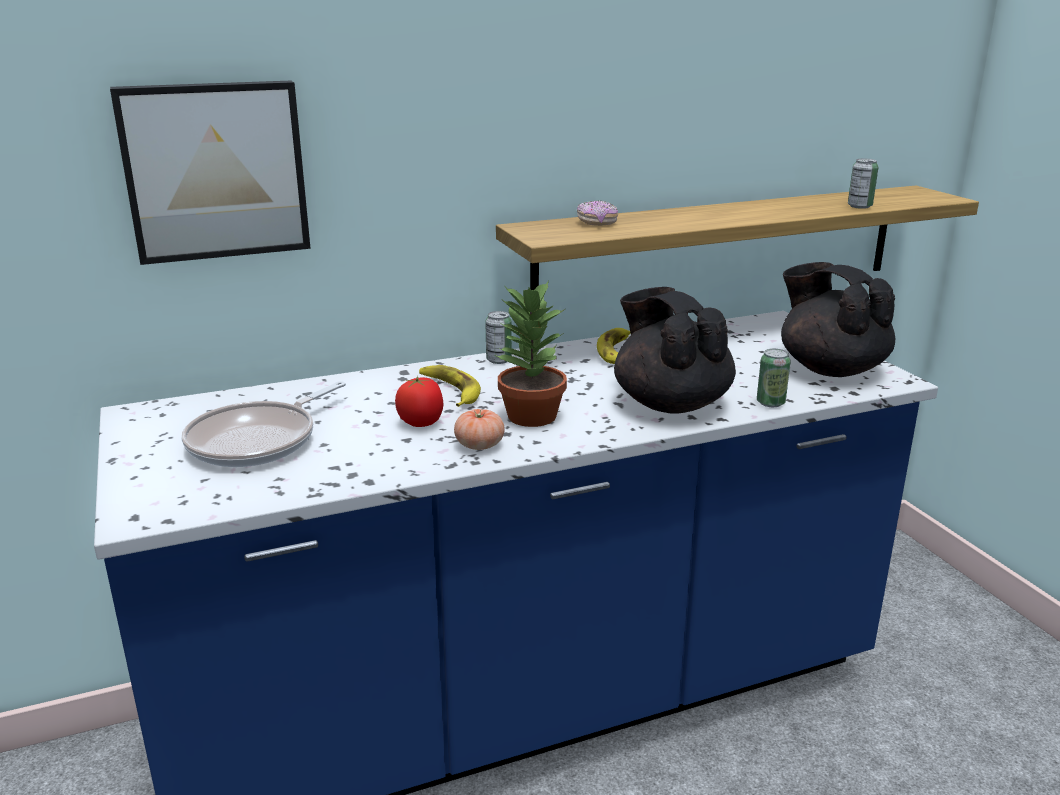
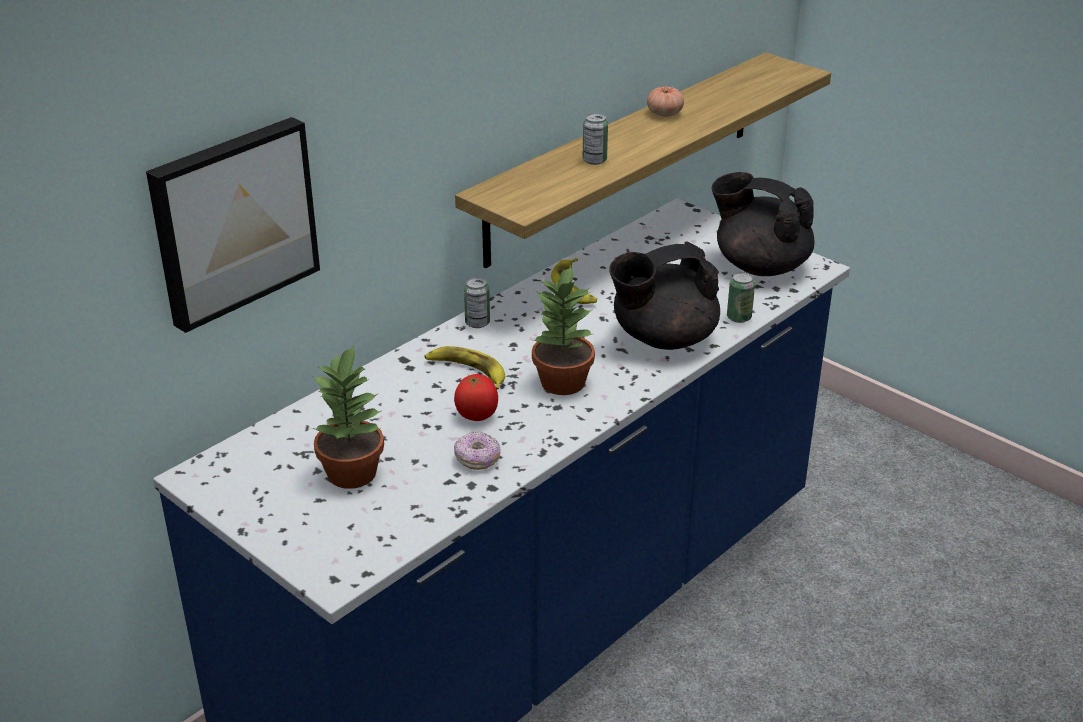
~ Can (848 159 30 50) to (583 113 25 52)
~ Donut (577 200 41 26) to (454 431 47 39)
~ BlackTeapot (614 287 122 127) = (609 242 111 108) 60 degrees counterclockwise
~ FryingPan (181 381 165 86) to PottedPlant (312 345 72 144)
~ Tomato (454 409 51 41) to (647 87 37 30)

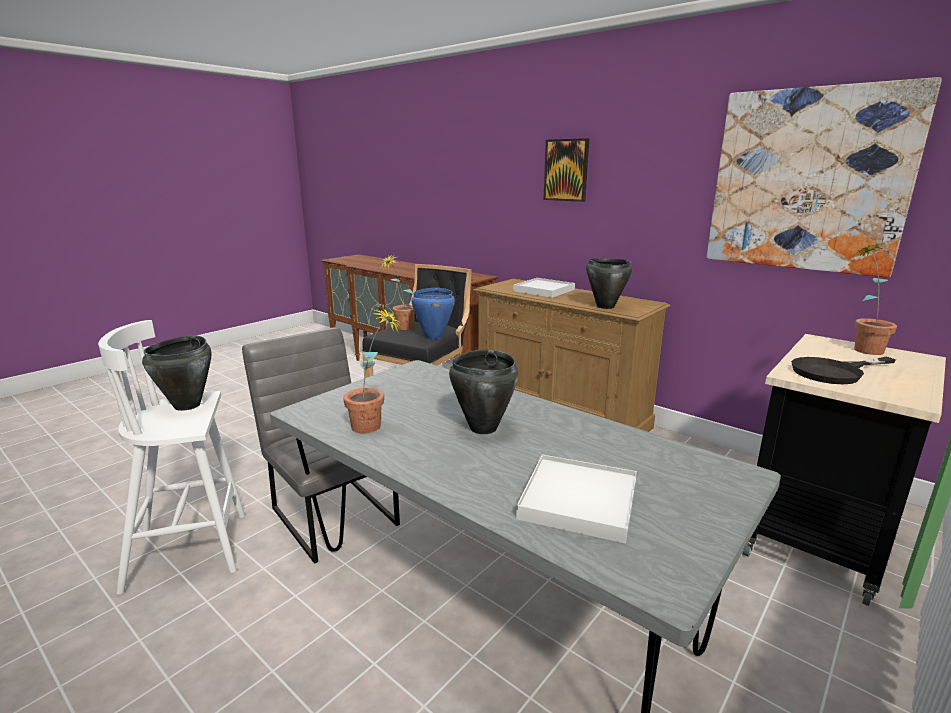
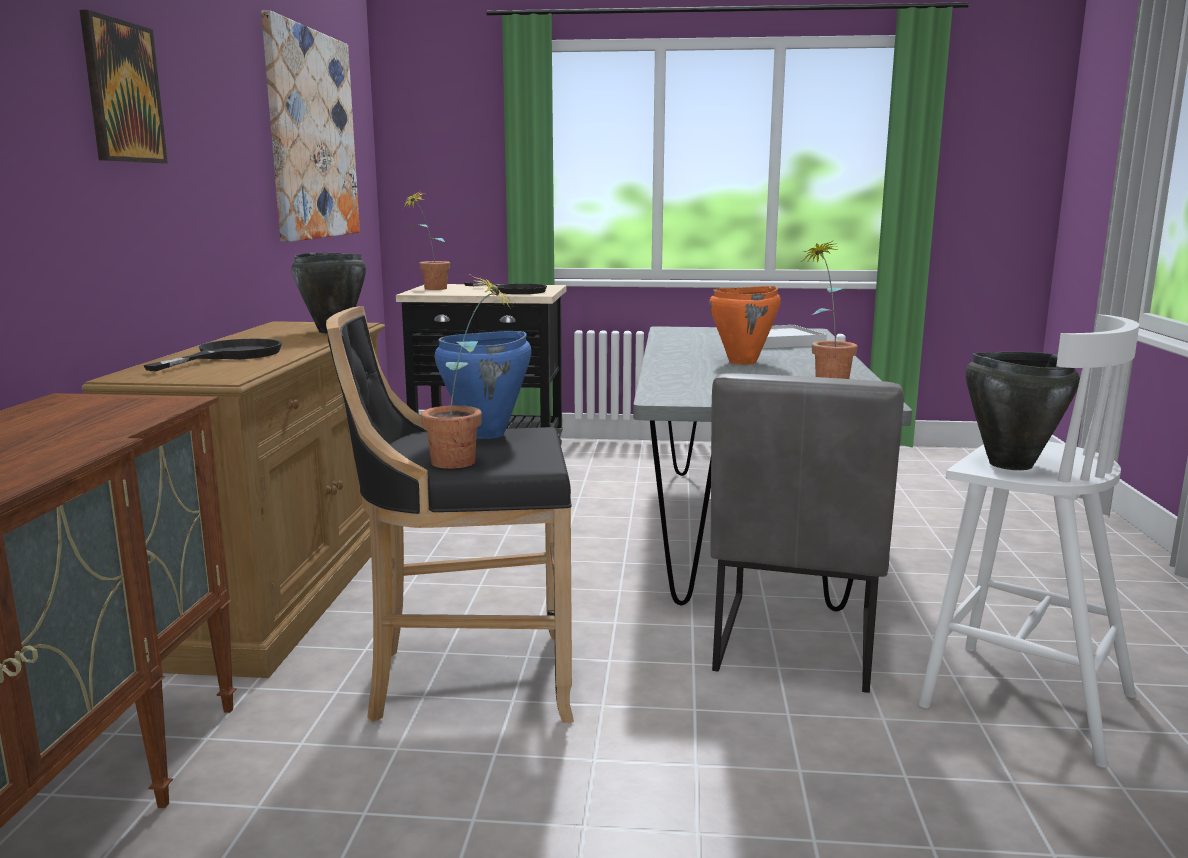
~ WhiteTray (513 278 62 20) to BlackFryingPan (143 339 139 32)
~ BlackCookingPot (449 350 70 84) to OrangeCookingPot (709 286 72 79)

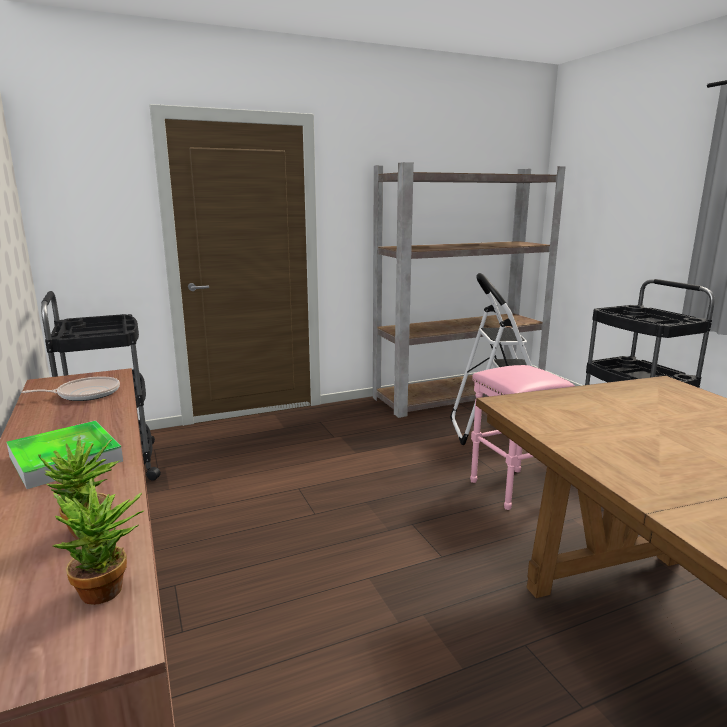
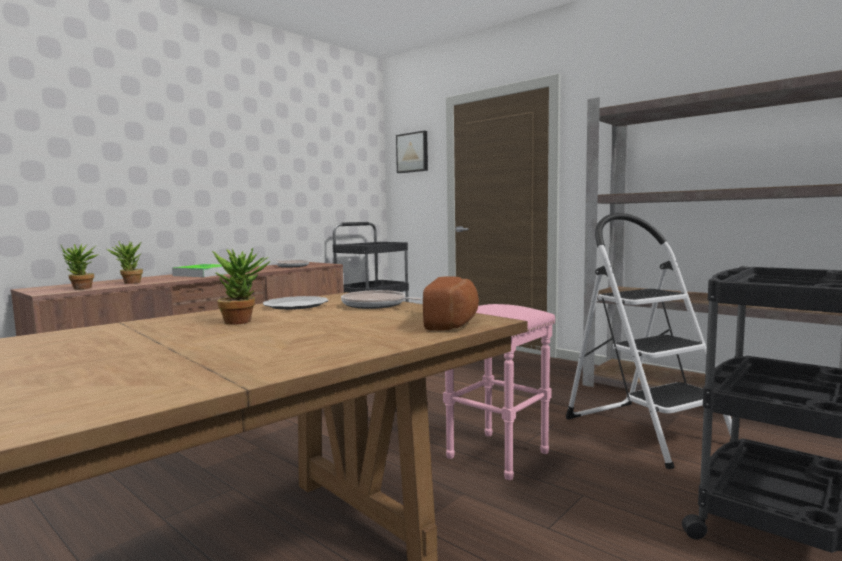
+ Picture (396 131 32 42)
+ PottedPlant (212 248 58 77)
+ Bread (423 276 56 55)
+ FryingPan (341 290 80 19)
+ Plate (263 296 66 14)

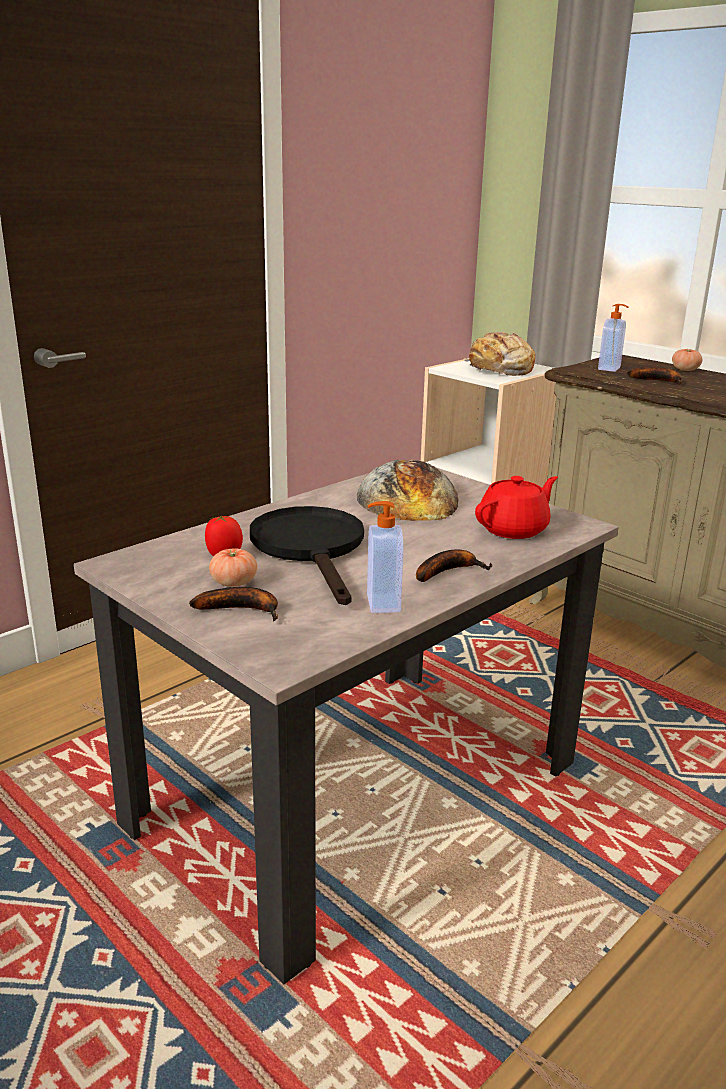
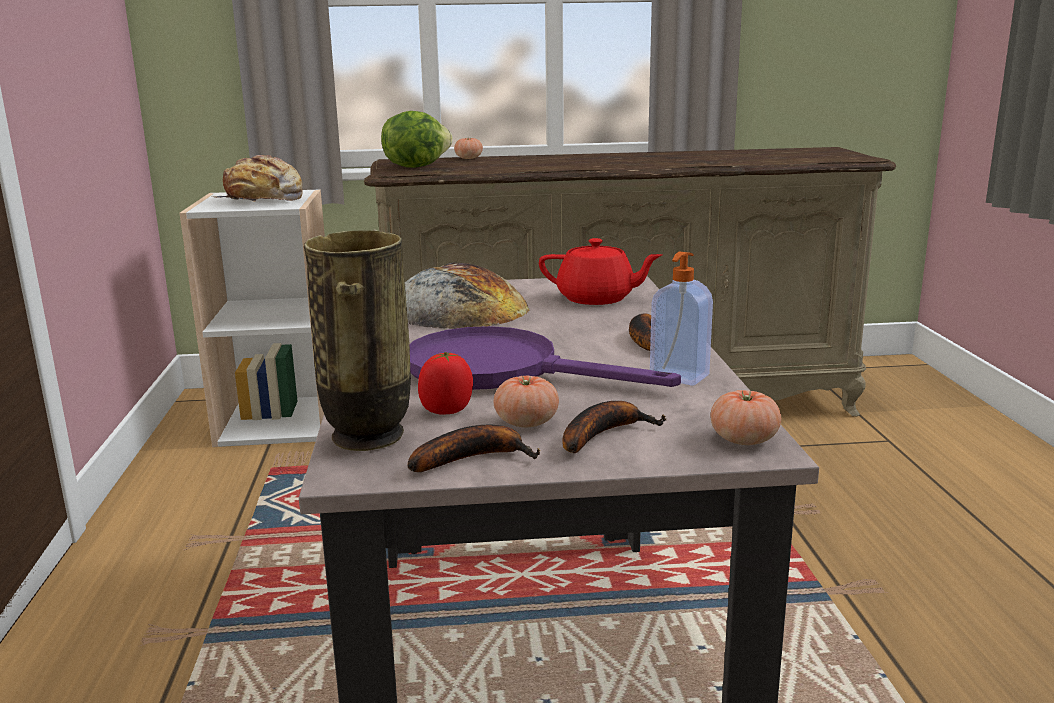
~ SoapDispenser (598 304 30 68) to Lettuce (381 111 72 57)
~ Banana (627 367 55 18) to (408 425 132 47)
~ RedTeapot (475 476 83 63) = (539 238 123 67) 105 degrees clockwise
~ BlackFryingPan (250 506 114 99) to PurpleFryingPan (410 326 271 64)
+ Vase (304 229 107 222)
+ Tomato (711 390 70 55)

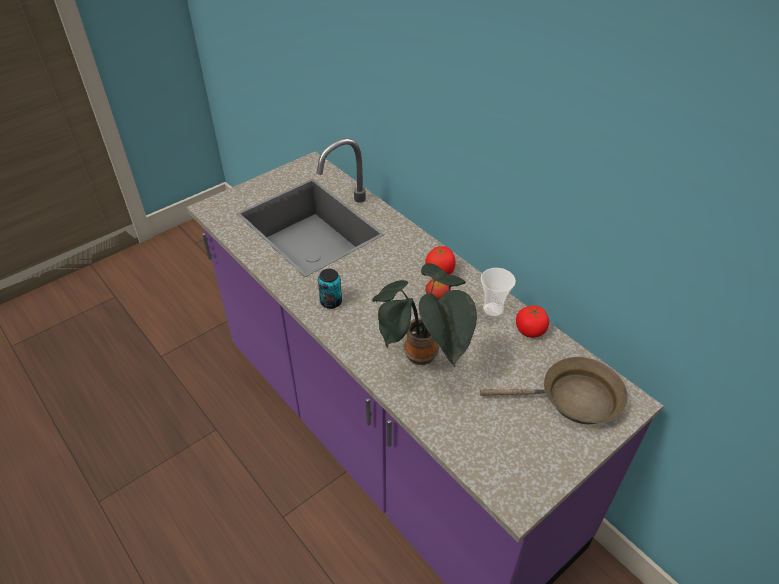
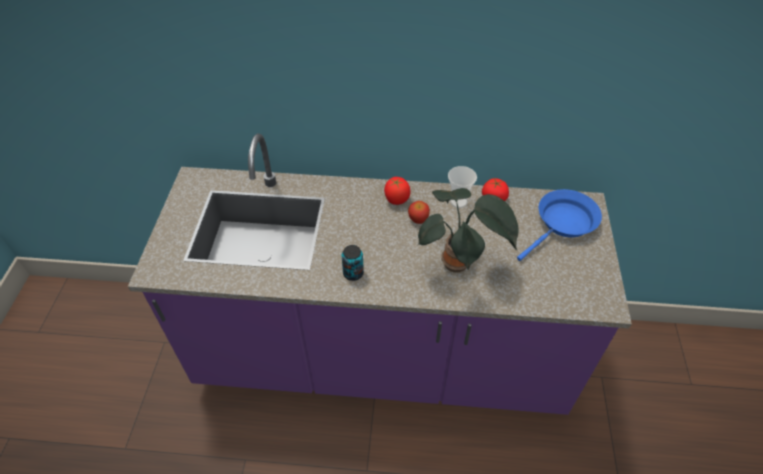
~ BrownFryingPan (480 357 148 67) to BlueFryingPan (517 189 85 72)

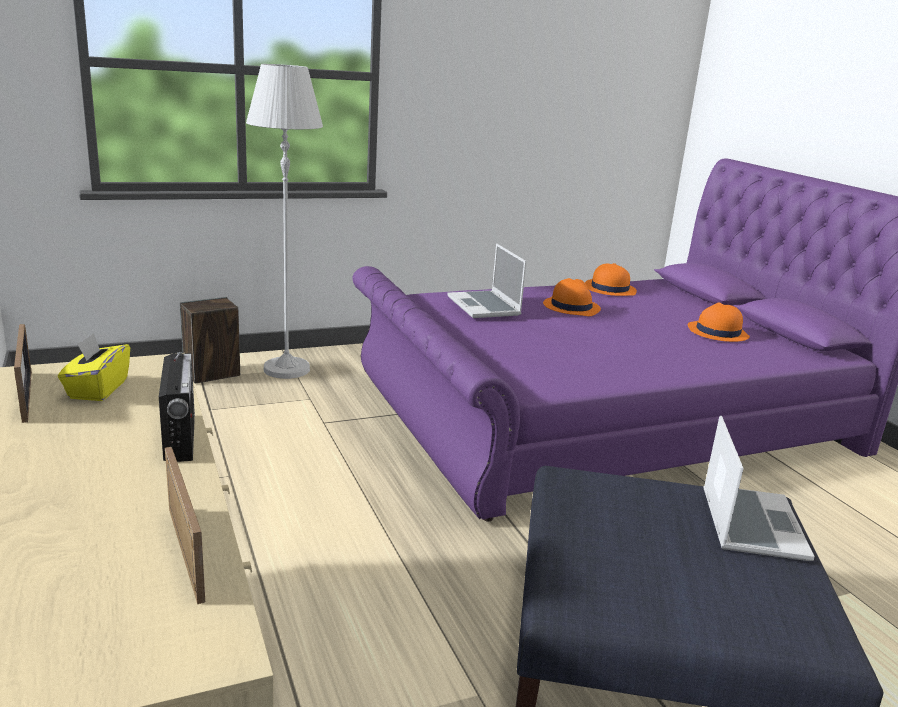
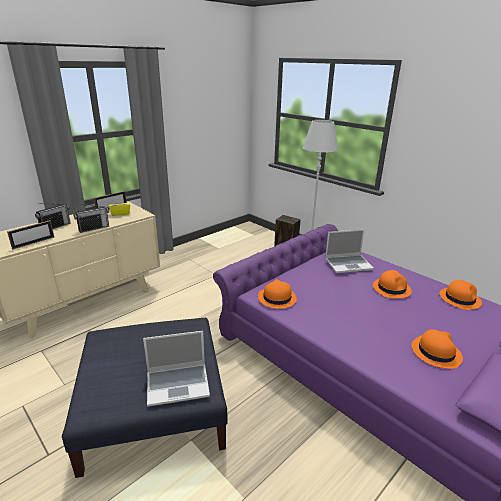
~ Laptop (447 243 79 75) = (325 229 49 44) 150 degrees counterclockwise
+ Radio (35 203 36 26)
+ OrangeHat (258 279 39 30)

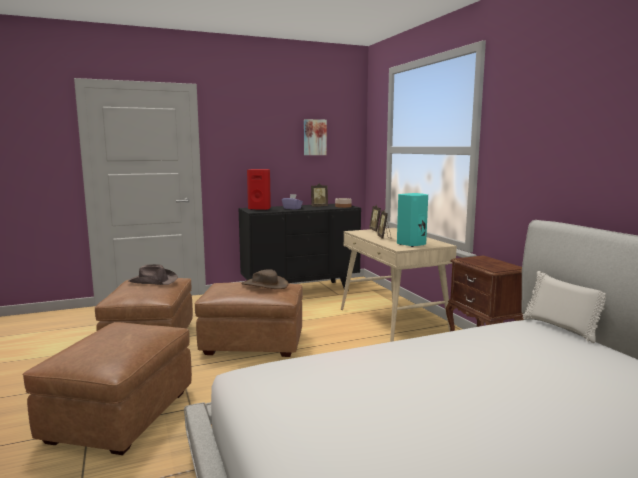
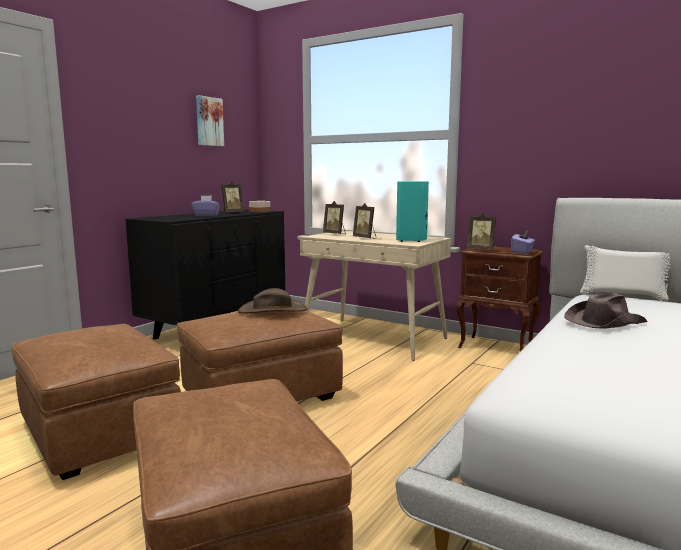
- RedSpeaker (247 169 24 41)
~ BrownHat (129 264 49 21) to (564 292 84 36)
+ PictureFrame (467 213 29 37)
+ PurpleTissueBox (511 230 24 24)

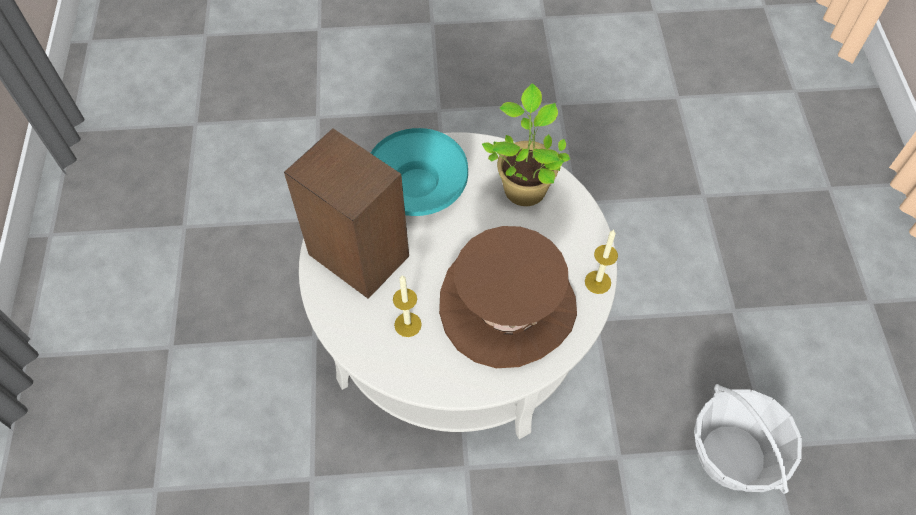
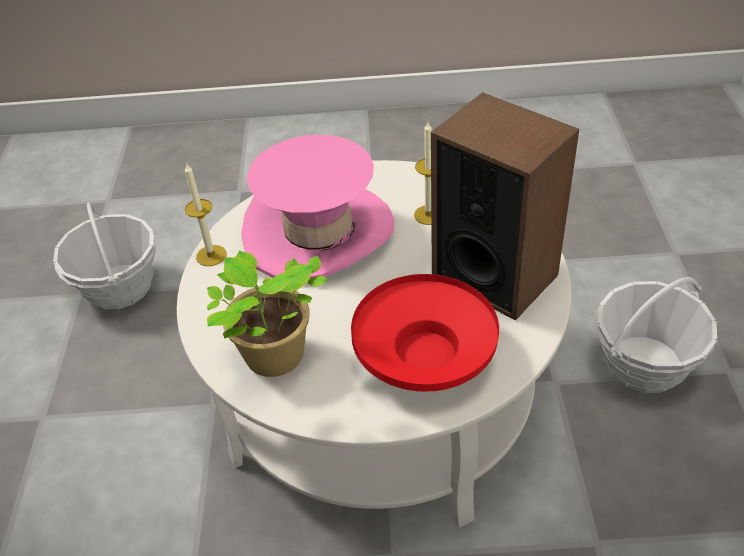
~ TurquoiseBowl (371 128 97 88) to RedBowl (351 274 148 118)
~ BrownHat (439 226 138 142) to PinkHat (241 135 154 143)
+ Basket (595 277 122 116)

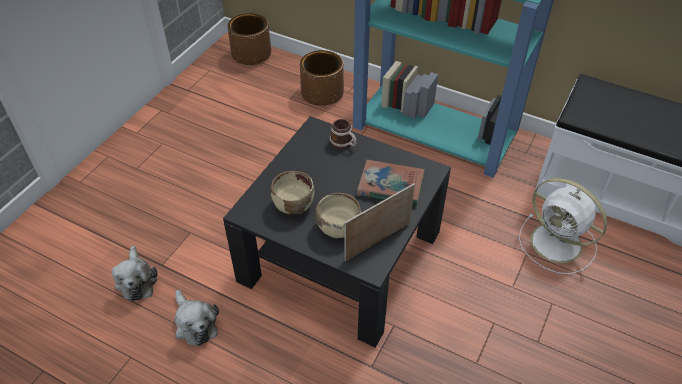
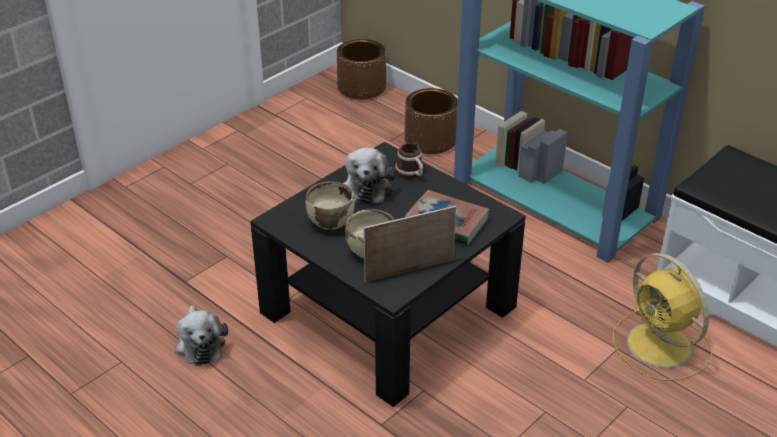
~ WhiteFan (519 178 88 96) to YellowFan (613 253 99 128)
~ PlushToy (111 245 46 57) to (343 147 52 56)

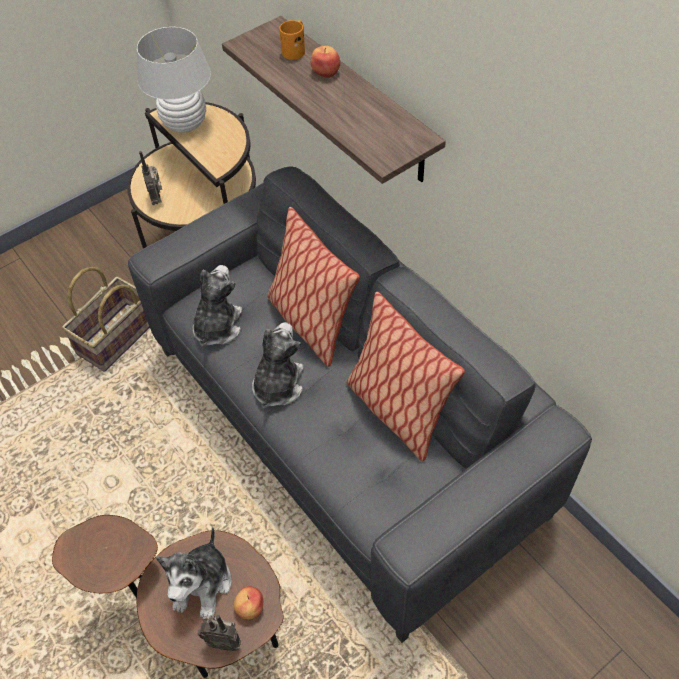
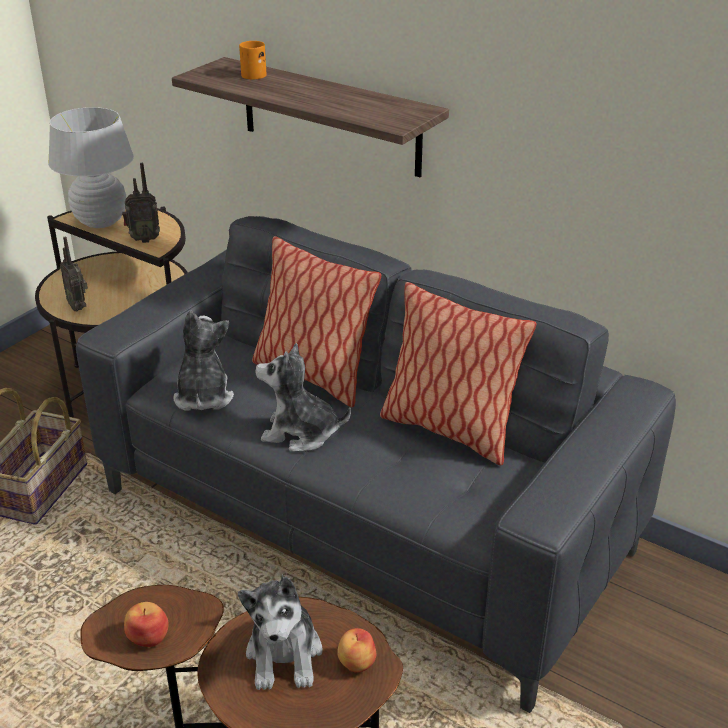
~ Apple (311 46 29 32) to (124 602 45 45)
~ PlushToy (252 322 51 86) = (255 343 96 109) 75 degrees counterclockwise
~ Radio (197 614 44 37) to (122 163 38 80)

